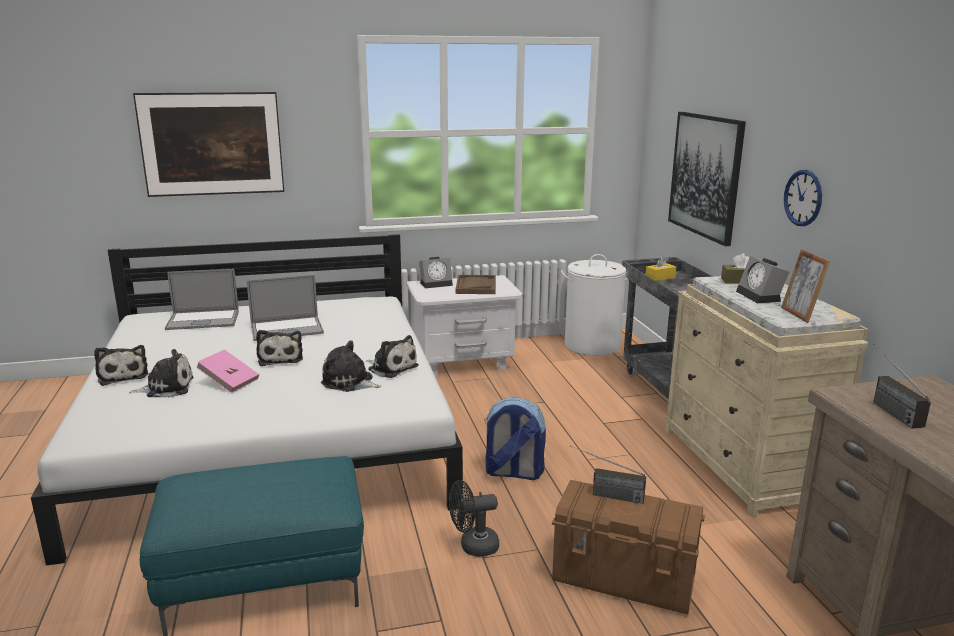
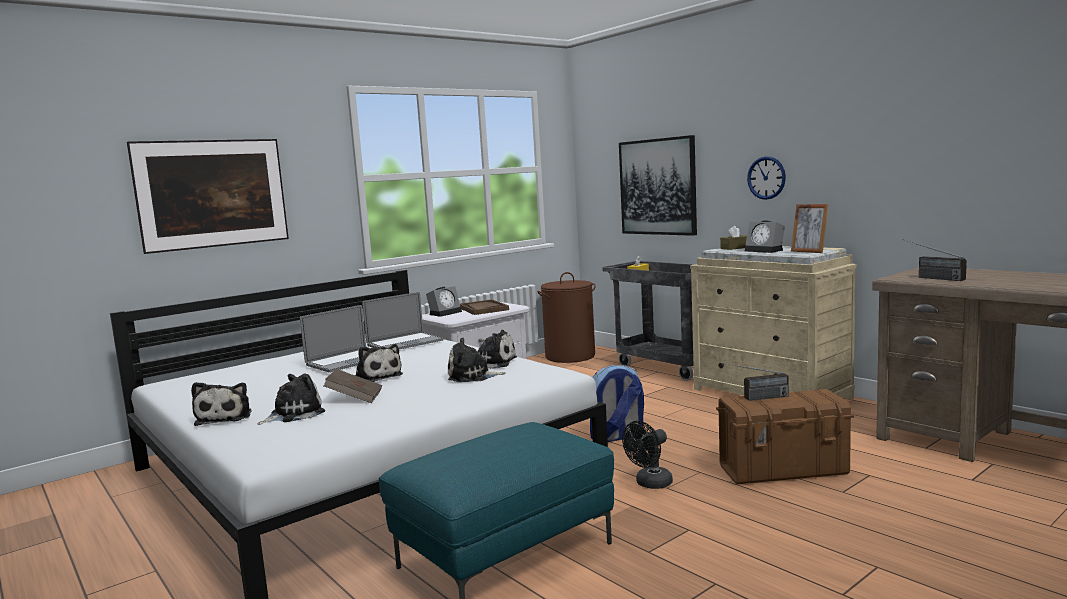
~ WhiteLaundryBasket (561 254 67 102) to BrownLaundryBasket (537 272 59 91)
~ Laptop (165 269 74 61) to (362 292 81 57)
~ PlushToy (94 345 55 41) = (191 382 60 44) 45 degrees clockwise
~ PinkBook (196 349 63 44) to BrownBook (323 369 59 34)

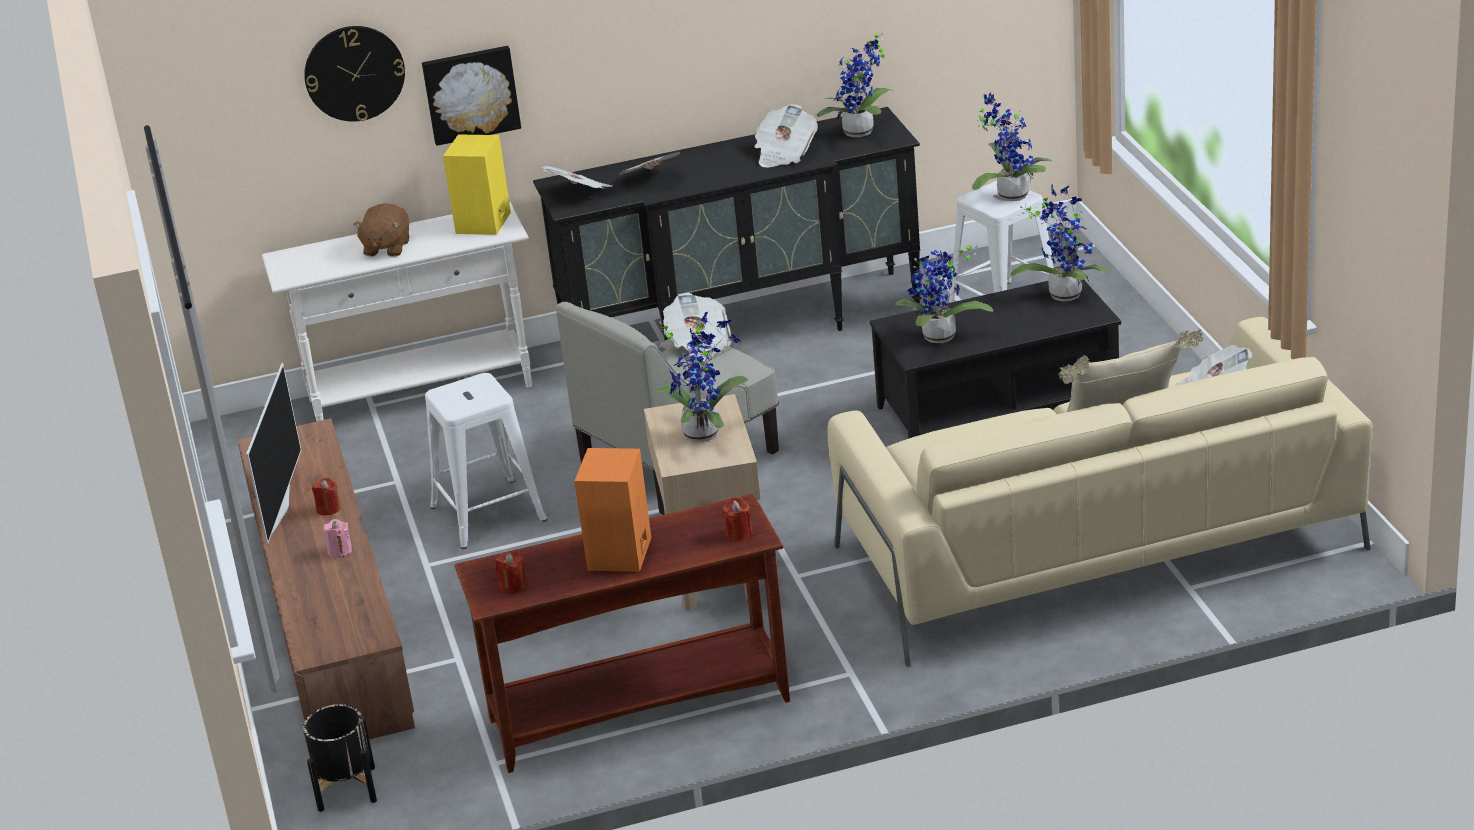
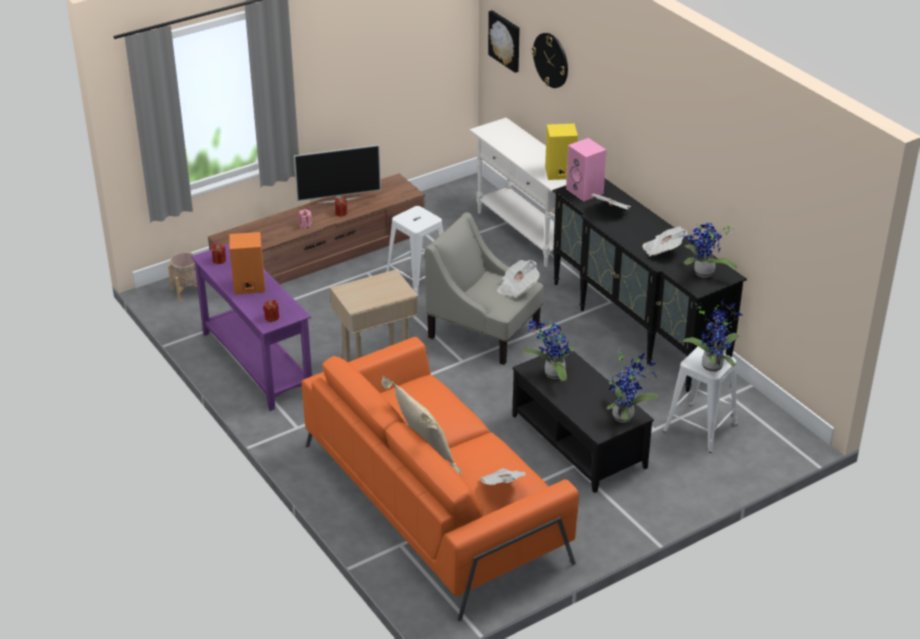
~ Picture (422 46 99 100) to (488 10 32 63)
~ Newspaper (541 166 72 23) to PinkSpeaker (566 138 40 63)
- BrownPlushToy (353 203 57 54)
- PottedPlant (654 312 94 130)
~ BeigeSofa (827 317 546 350) to OrangeSofa (301 337 278 284)
~ BrownConsoleTable (454 494 336 279) to PurpleConsoleTable (191 243 121 168)
~ BlackPlanter (303 704 74 108) to BeigePlanter (168 252 29 50)

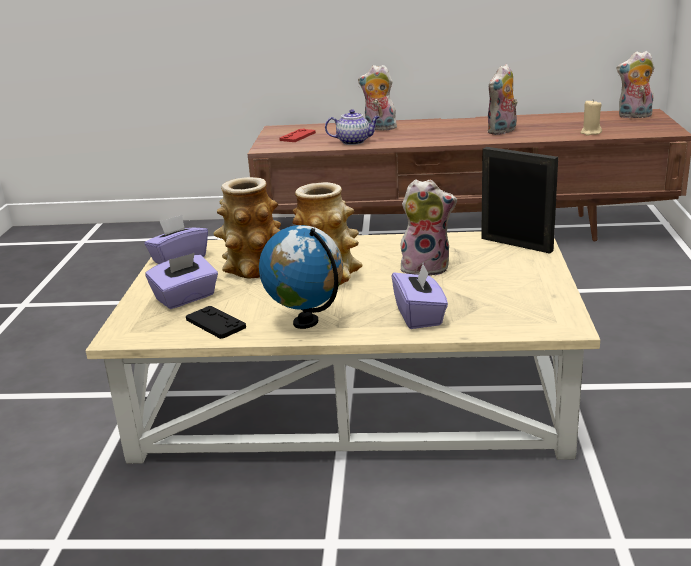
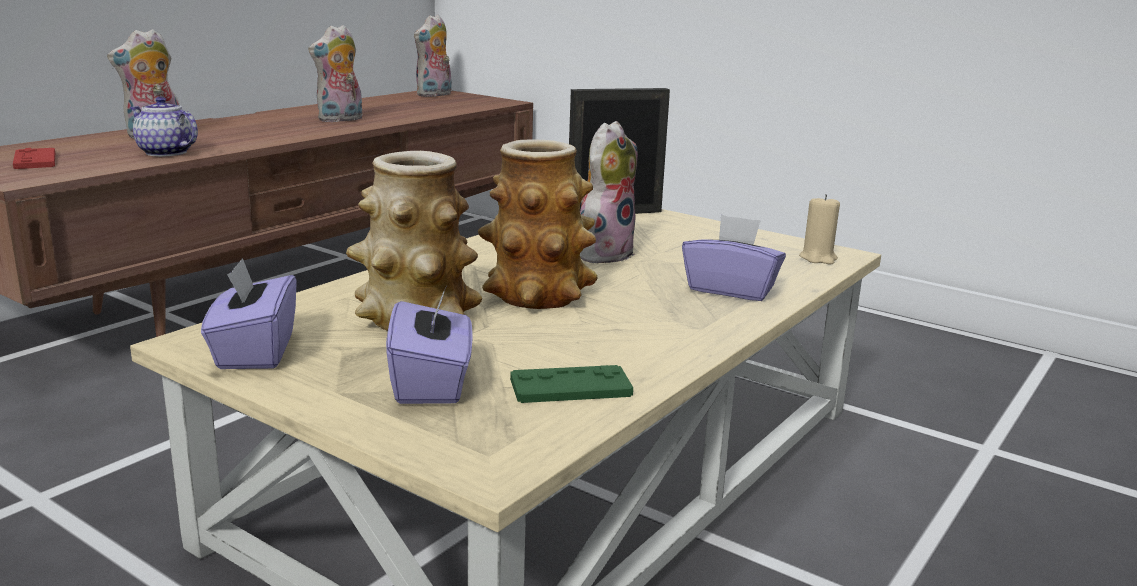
~ PlushToy (487 64 31 71) = (308 25 54 97) 60 degrees clockwise
~ BeigeCandle (581 99 21 37) to (799 194 41 70)
~ Teapot (325 109 55 36) = (130 97 68 60) 90 degrees counterclockwise
- Globe (259 225 84 104)
~ BlackGameController (186 306 60 33) to GreenGameController (510 365 123 38)

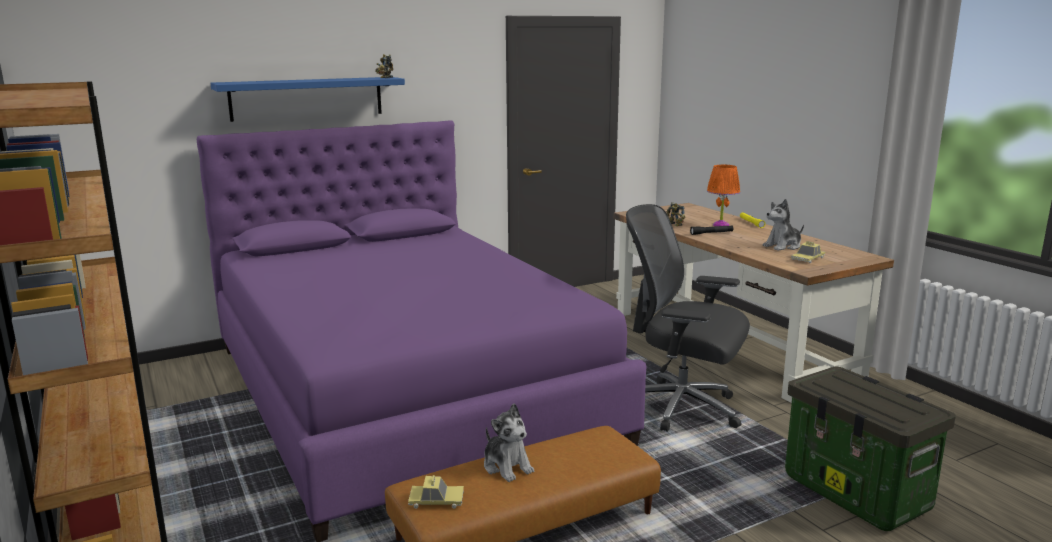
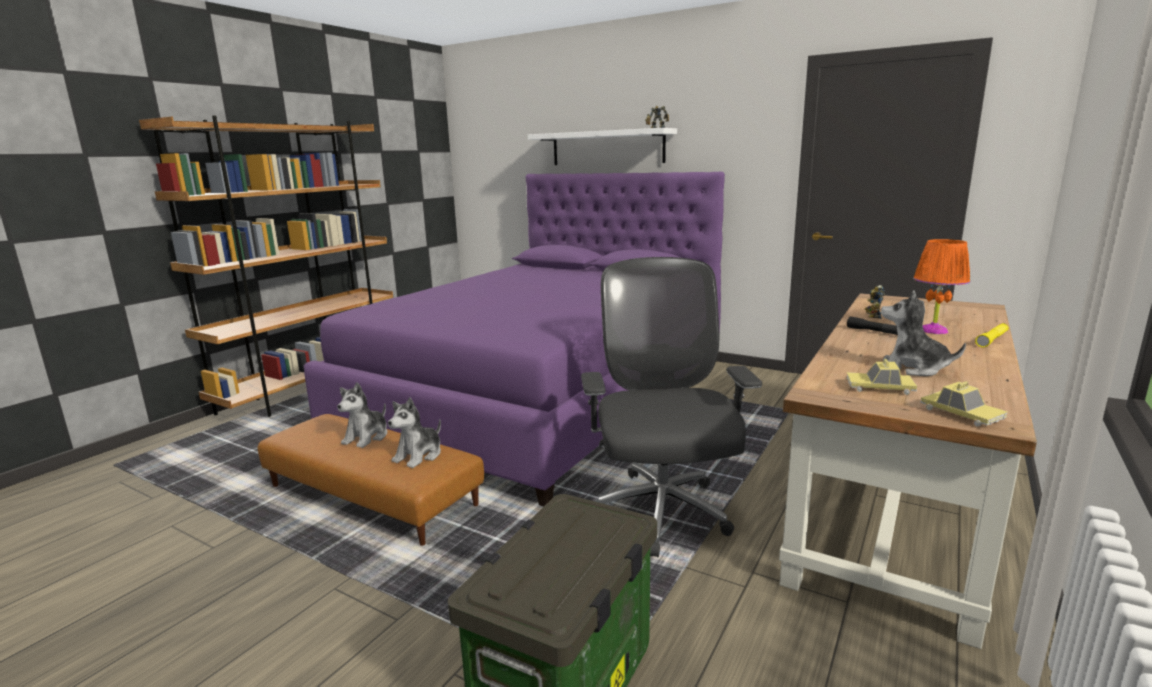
~ BlueShelf (210 77 195 45) to WhiteShelf (528 128 149 37)
~ ToyCar (408 475 56 34) to (920 381 88 46)
+ PlushToy (388 397 53 71)

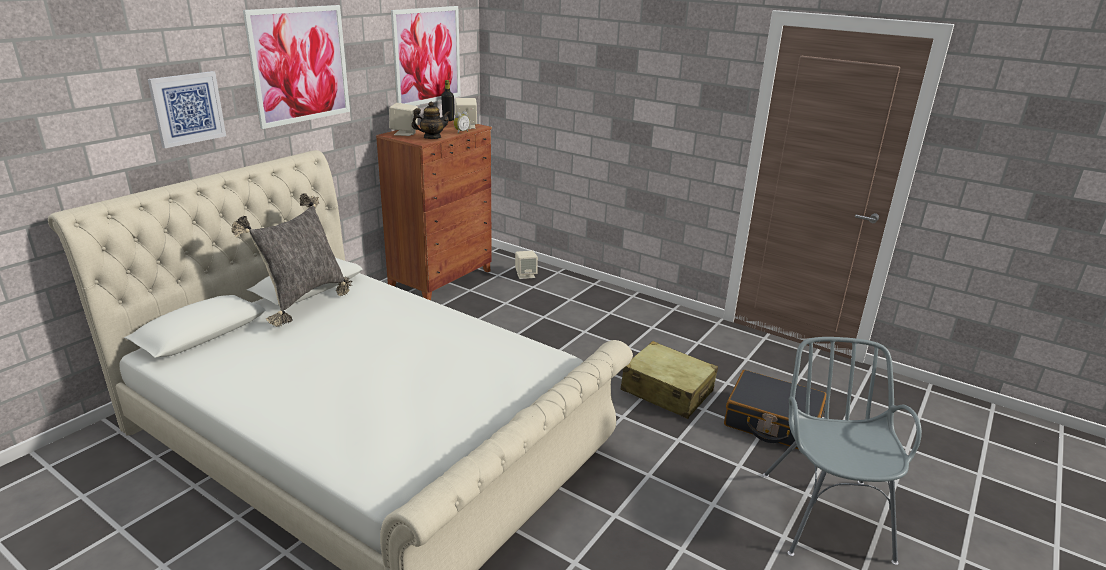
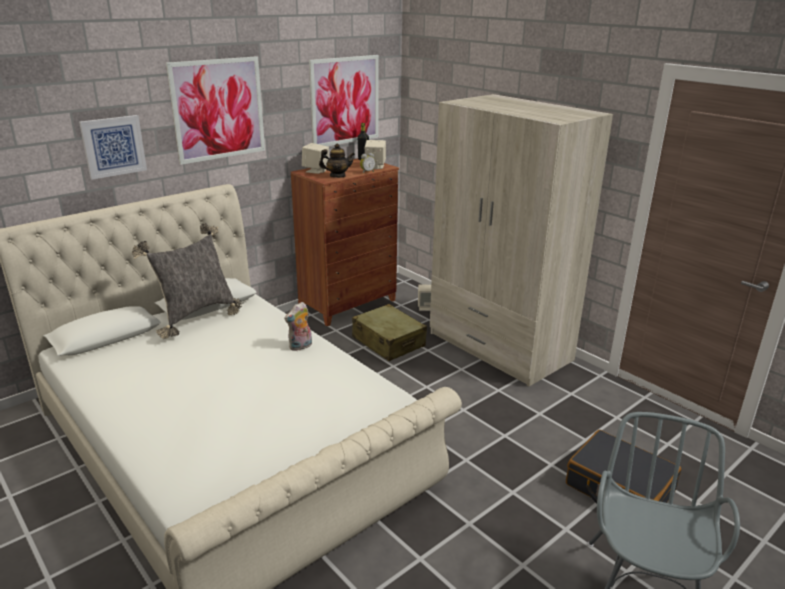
~ BeigeSuitcase (621 341 97 78) to (352 304 75 57)
+ BeigeWardrobe (430 94 183 292)
+ PlushToy (284 302 28 49)

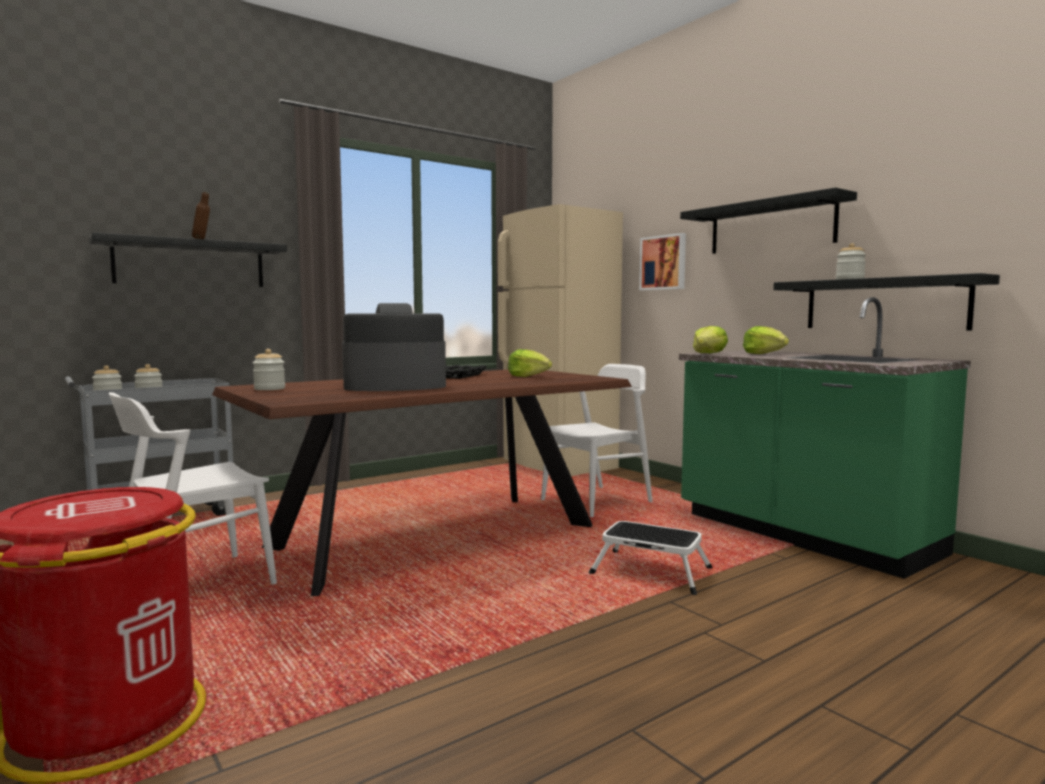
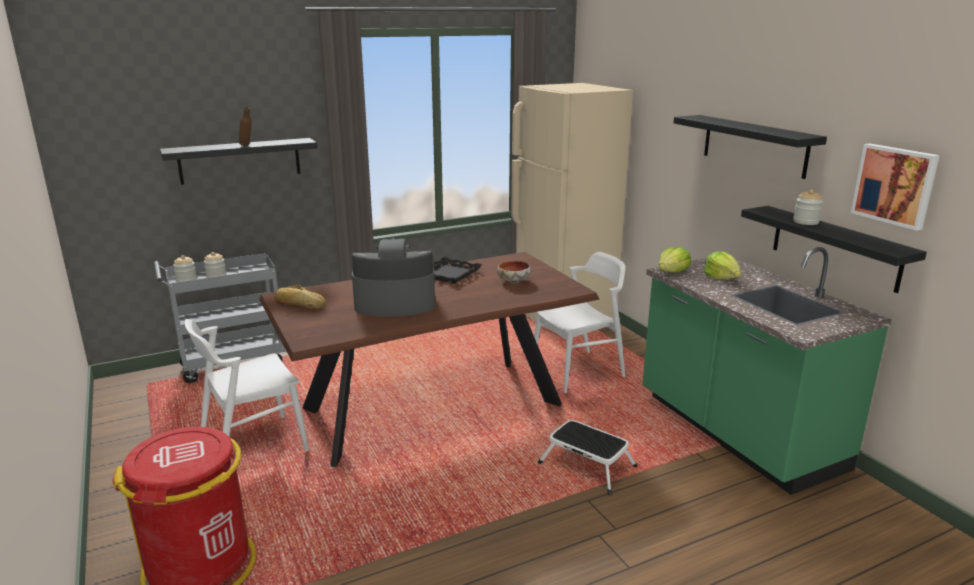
~ Picture (639 233 47 58) to (851 144 89 87)
~ Jar (253 349 32 41) to Bread (274 285 52 25)
~ Lettuce (508 349 44 28) to Bowl (497 261 34 22)

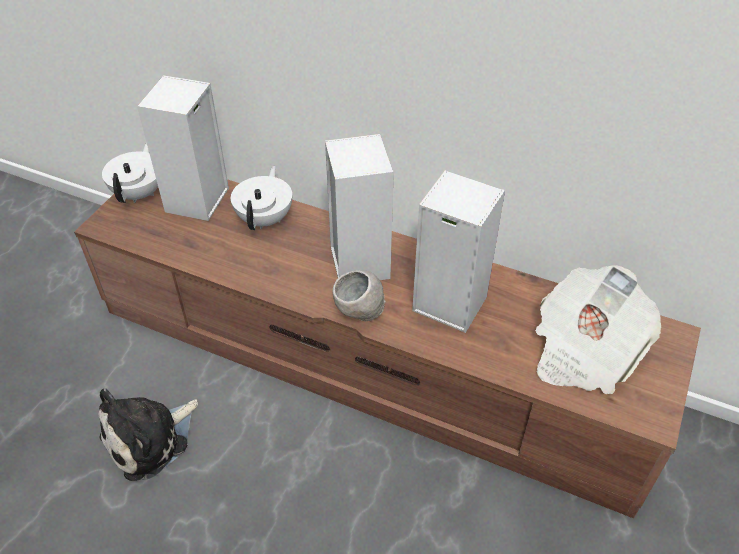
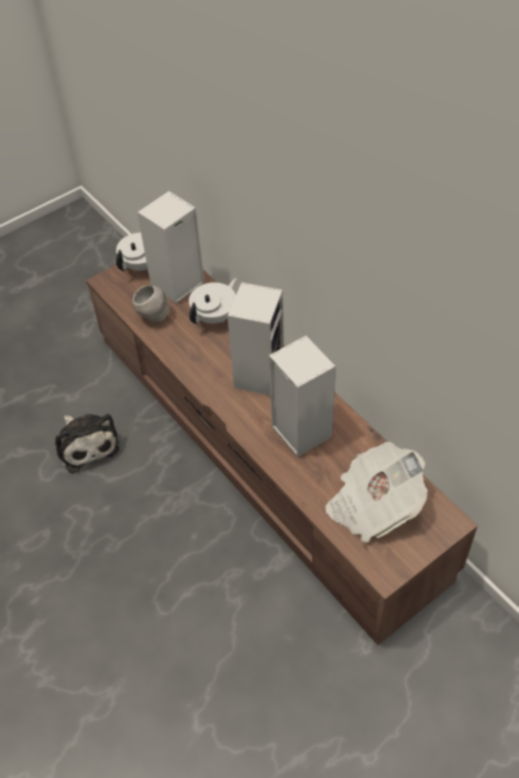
~ GreyBowl (332 270 54 51) to (133 285 37 38)
~ PlushToy (99 388 99 93) = (55 414 65 60) 105 degrees counterclockwise

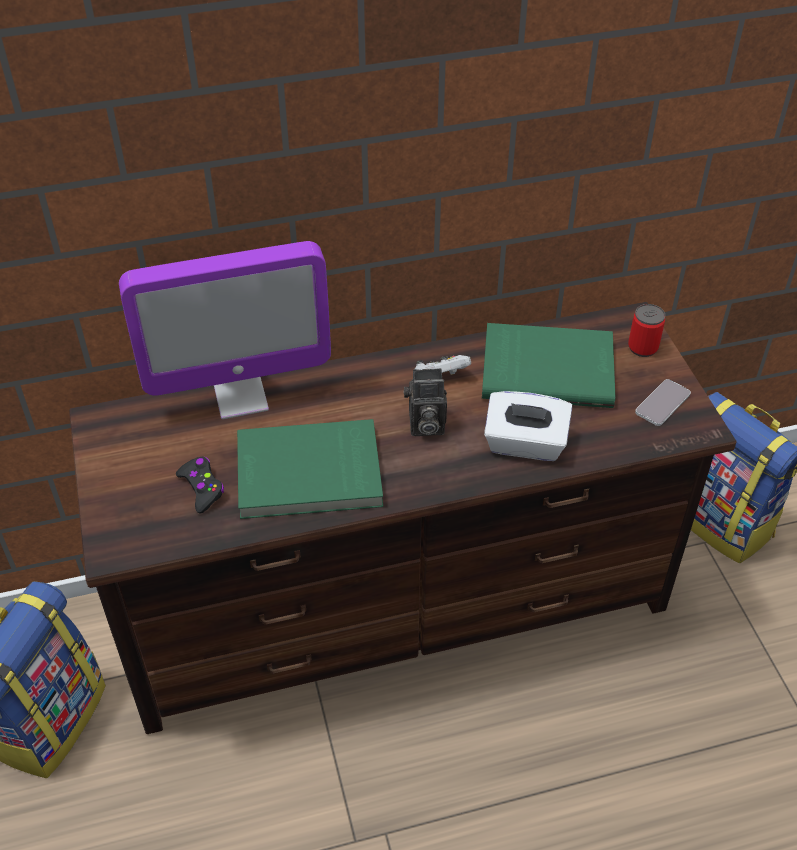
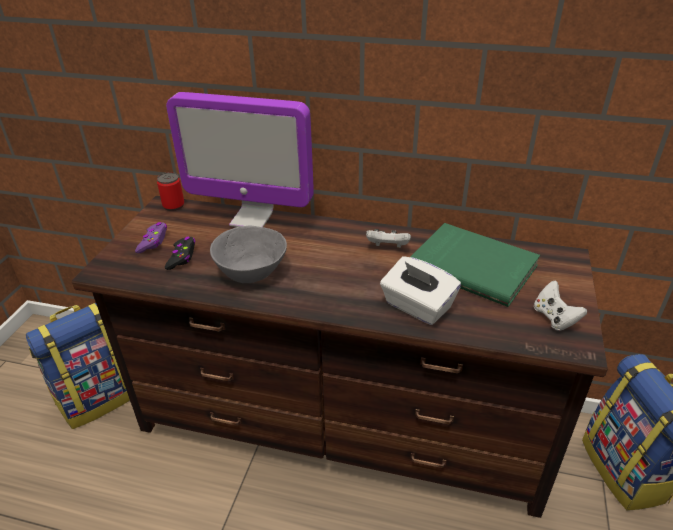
~ Can (628 304 37 53) to (157 172 27 39)
- PhotoCamera (404 368 43 68)
~ Phone (635 379 56 47) to WhiteGameController (534 280 53 51)
~ GreenBook (237 419 146 100) to GreyBowl (210 226 77 57)
+ PurpleGameController (135 222 32 31)

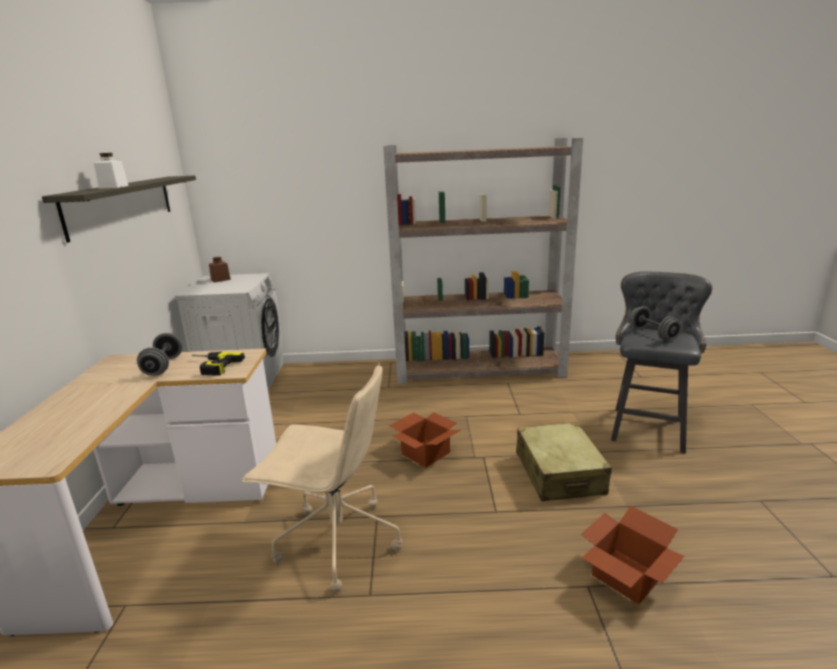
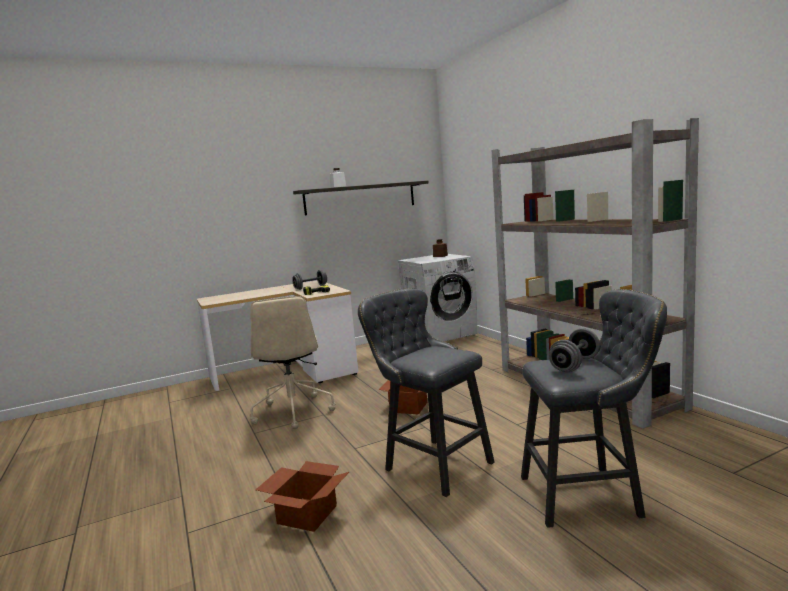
~ BeigeSuitcase (516 422 96 79) to GreyStool (358 288 137 209)

